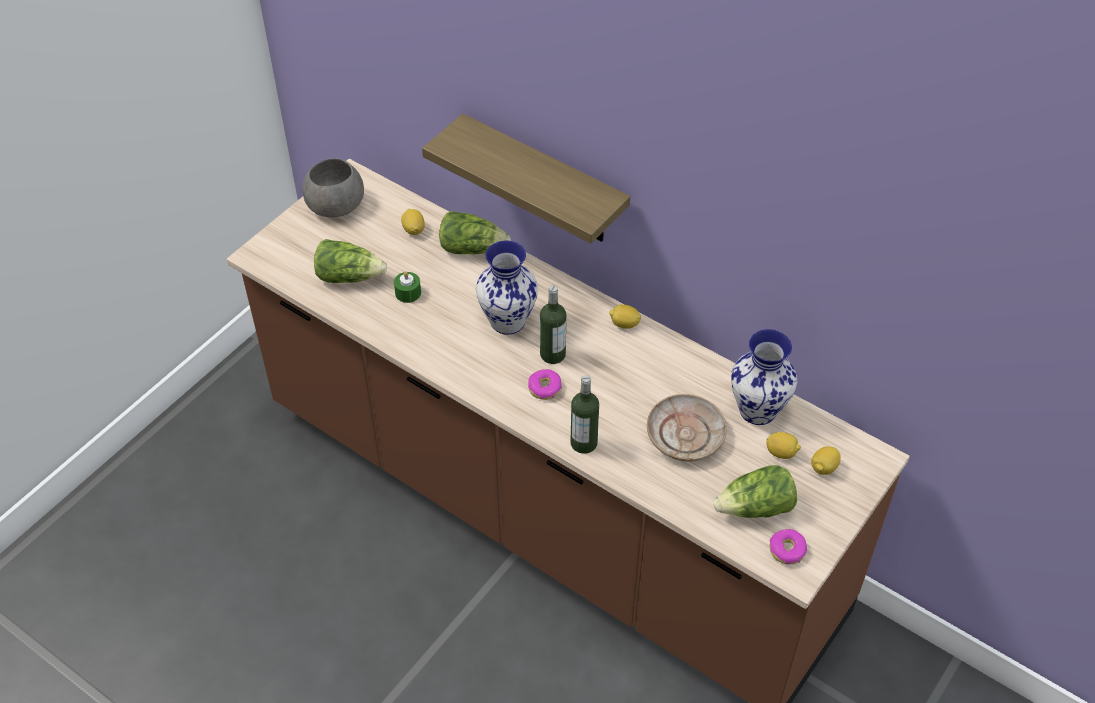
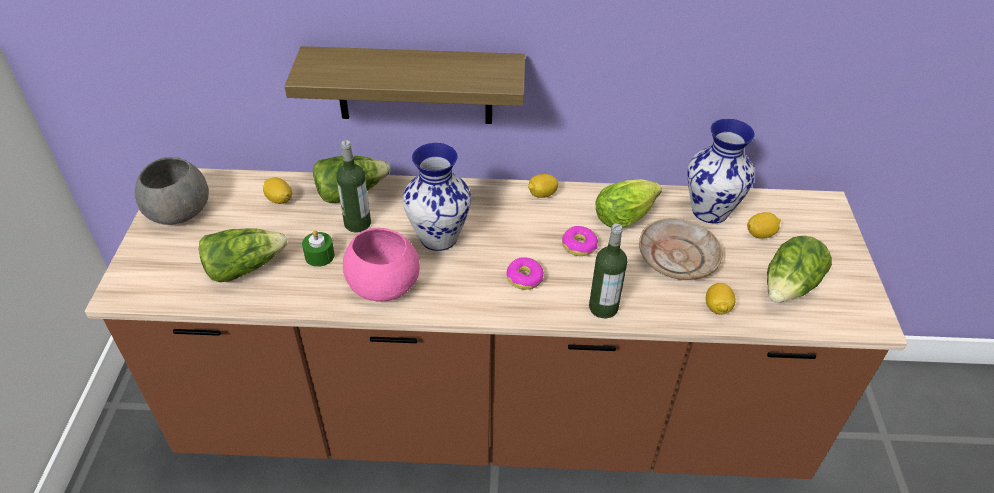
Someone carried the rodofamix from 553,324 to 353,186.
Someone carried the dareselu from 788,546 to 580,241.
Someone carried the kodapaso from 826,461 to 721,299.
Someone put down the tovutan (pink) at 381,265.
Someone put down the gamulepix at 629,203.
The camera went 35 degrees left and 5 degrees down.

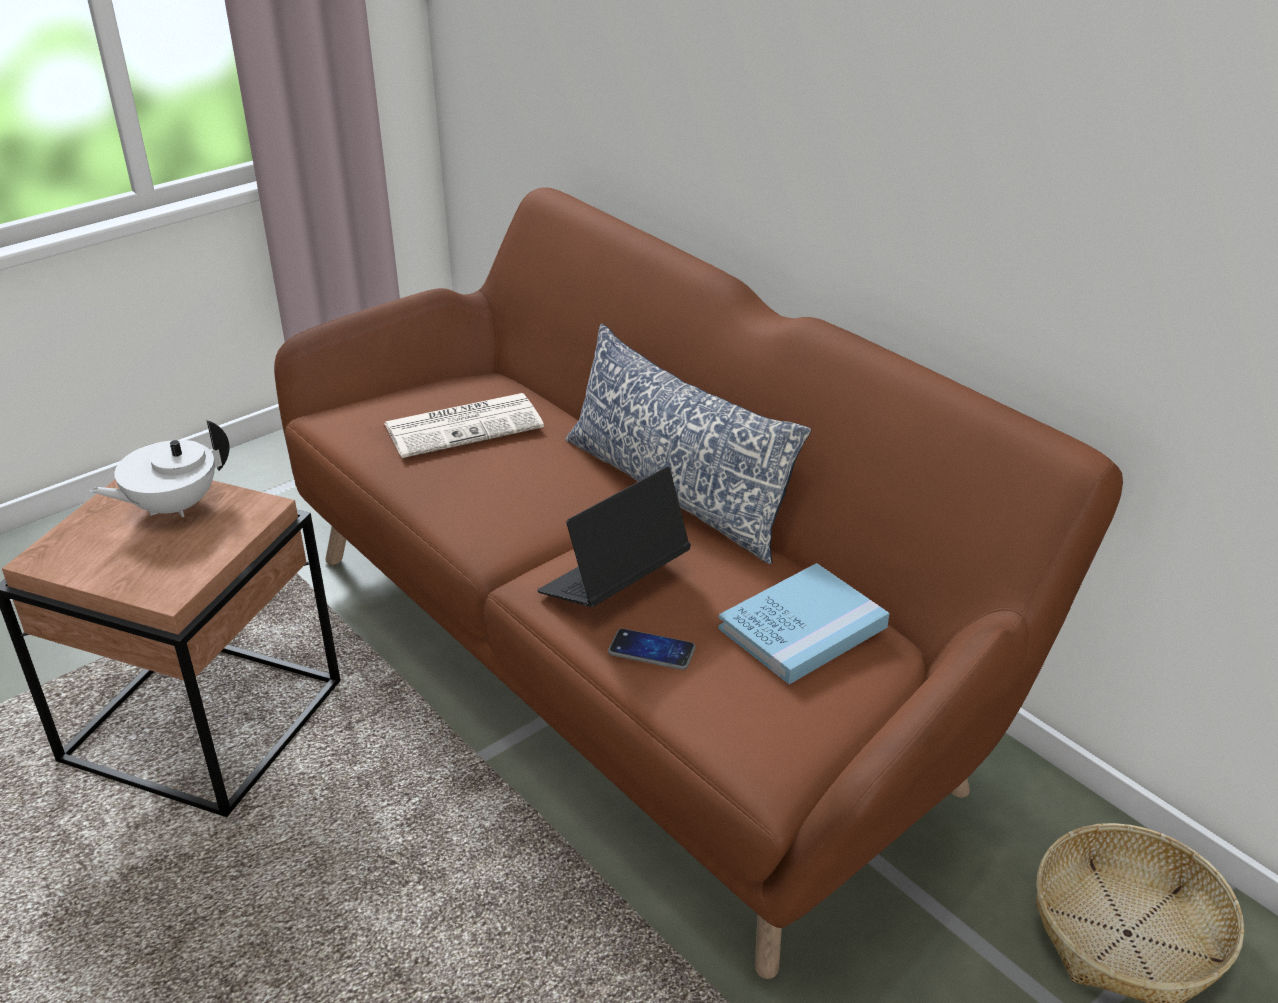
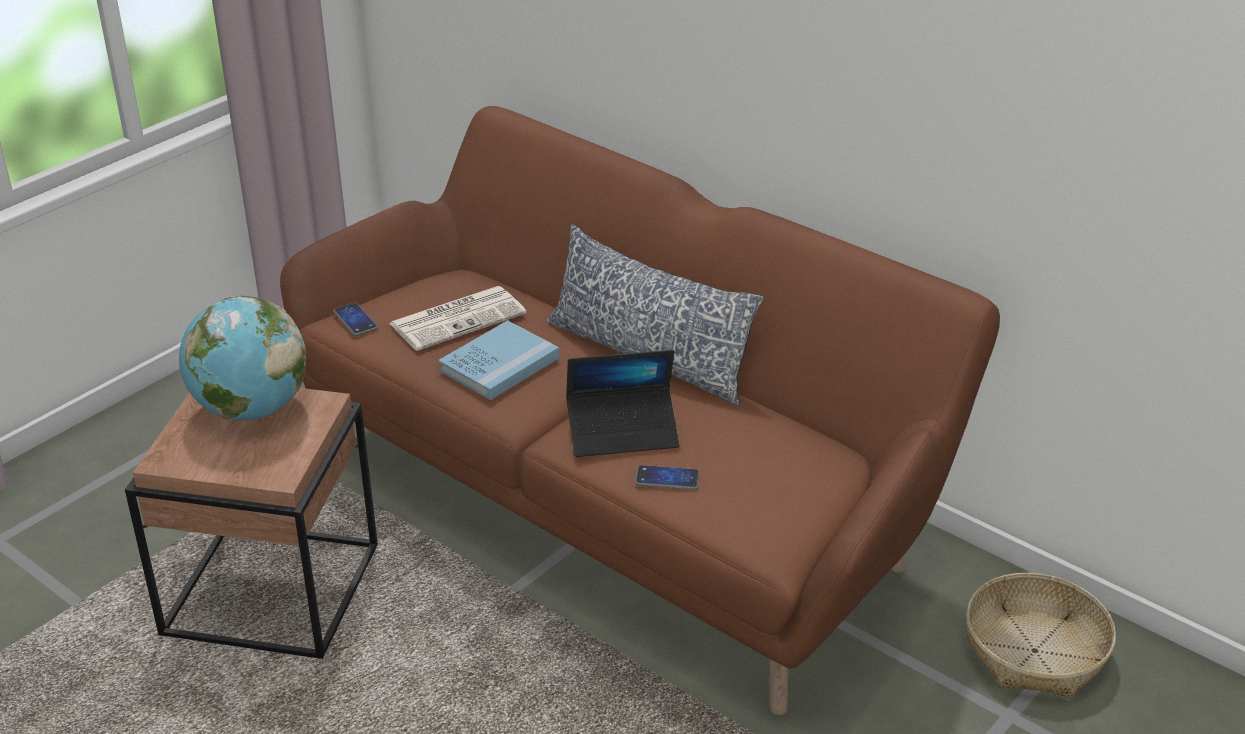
Someone swapped the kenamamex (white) at 159,468 for the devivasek at 242,358.
Someone rotated the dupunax at 614,537 by 135 degrees counterclockwise.
Someone carried the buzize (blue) from 804,624 to 498,360.
Someone put down the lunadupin at 355,319.
The camera went 10 degrees left and 0 degrees up.

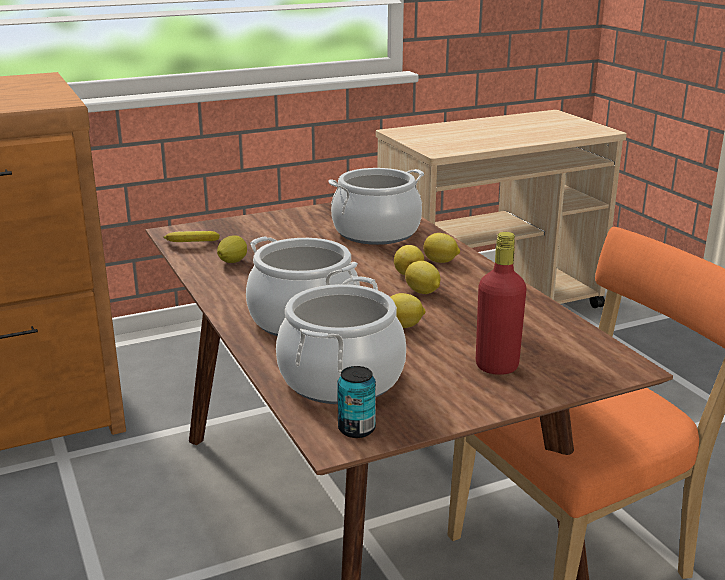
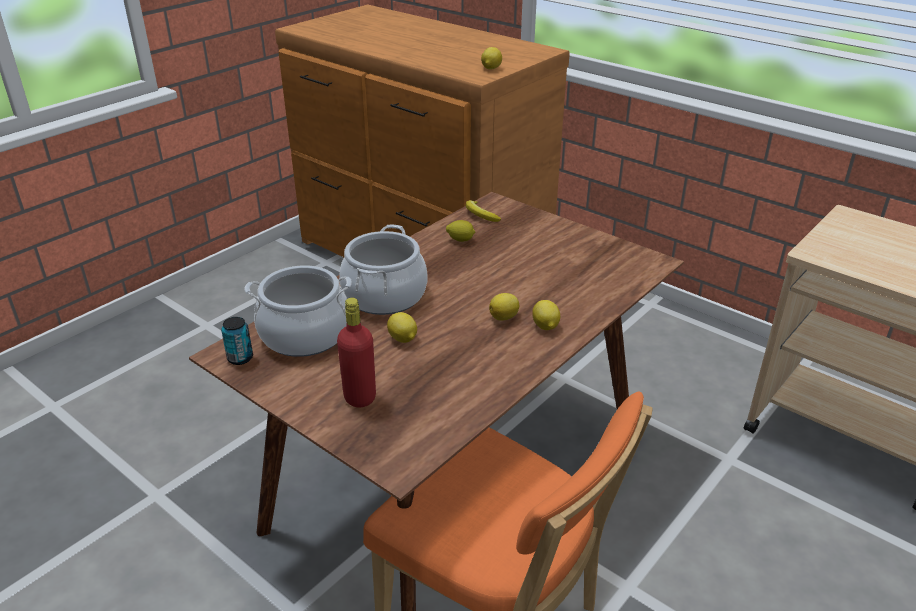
Someone took away the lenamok at 376,206.
Someone carried the kodapaso from 422,277 to 491,58.
The camera went 65 degrees right and 10 degrees up.

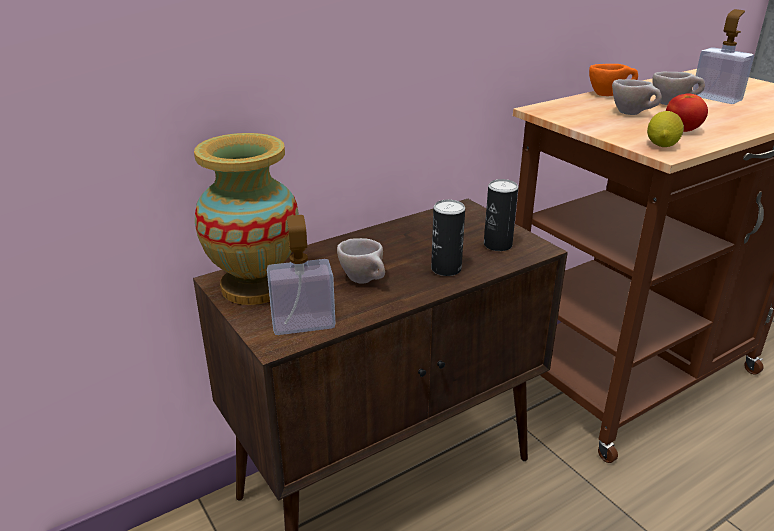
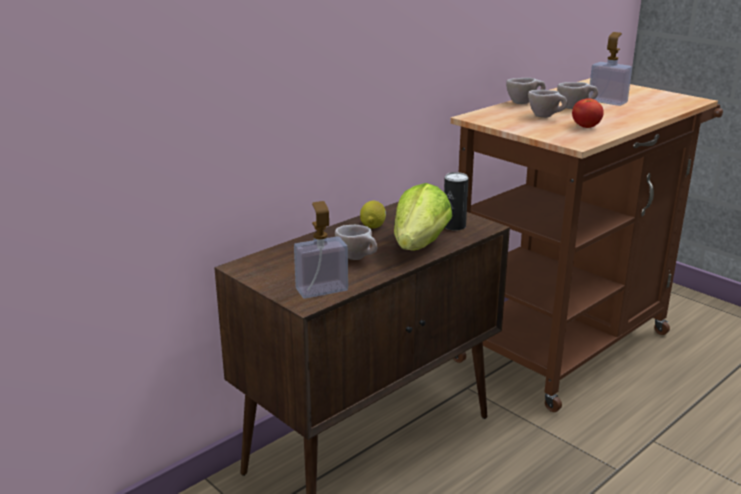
Someone took away the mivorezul at 246,219.
Someone swapped the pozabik at 448,237 for the gamulepix at 423,216.
Someone repainted the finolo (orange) at 613,80, which became the finolo (beige) at 526,91.
Someone carried the kodapaso from 665,129 to 373,215.
The camera went 10 degrees left and 5 degrees down.

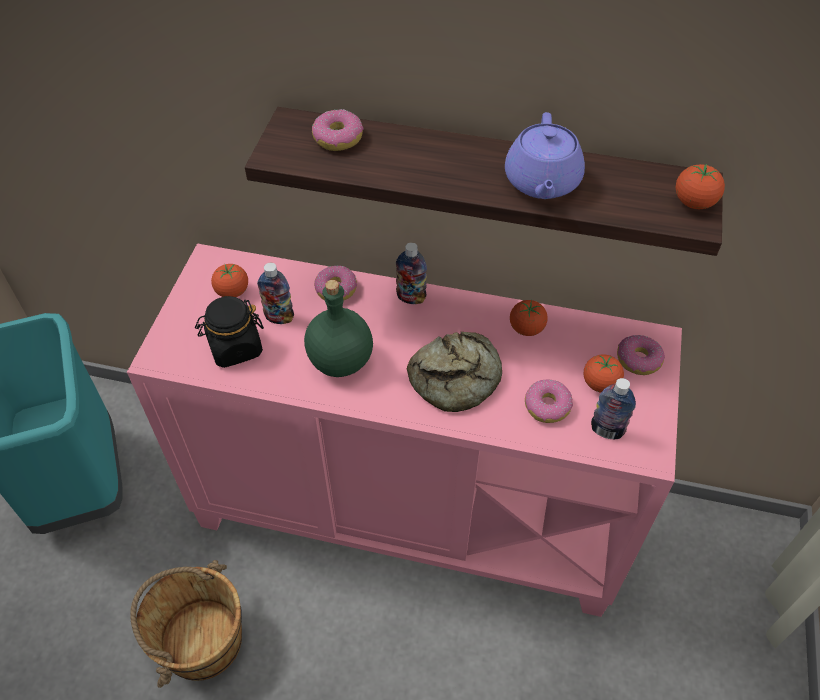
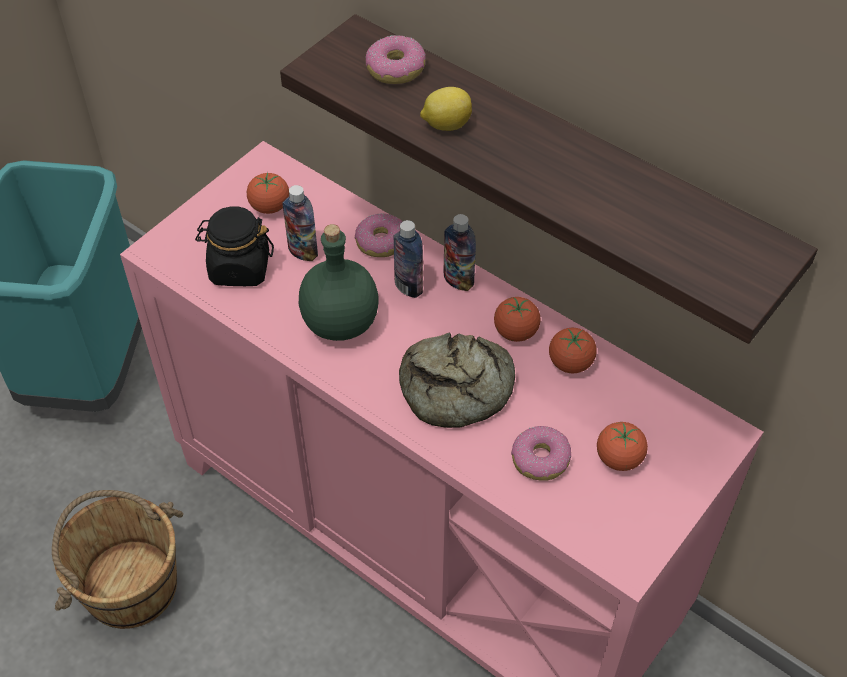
Someone took away the kenamamex (purple) at 545,155.
Someone carried the rodofamix from 613,408 to 408,259.
Someone took away the dareselu at 641,355.
Someone carried the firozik from 700,186 to 517,319.
Someone put down the kodapaso at 446,109.
The camera went 25 degrees right and 0 degrees up.

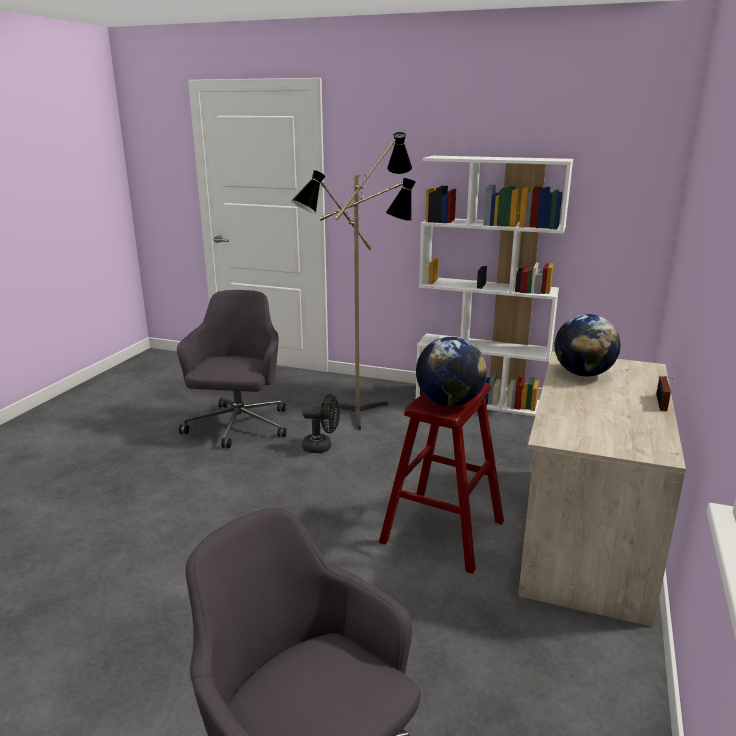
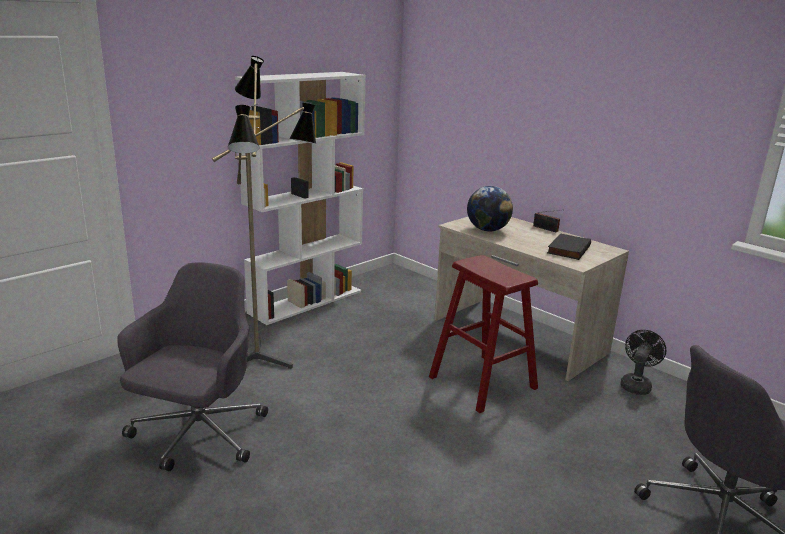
Someone rotated the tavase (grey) at 232,369 by 75 degrees clockwise.
Someone carried the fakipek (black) from 321,423 to 643,362.
Someone took away the devivasek at 451,372.
Someone put down the buzize (black) at 569,246.
The camera went 65 degrees left and 0 degrees up.

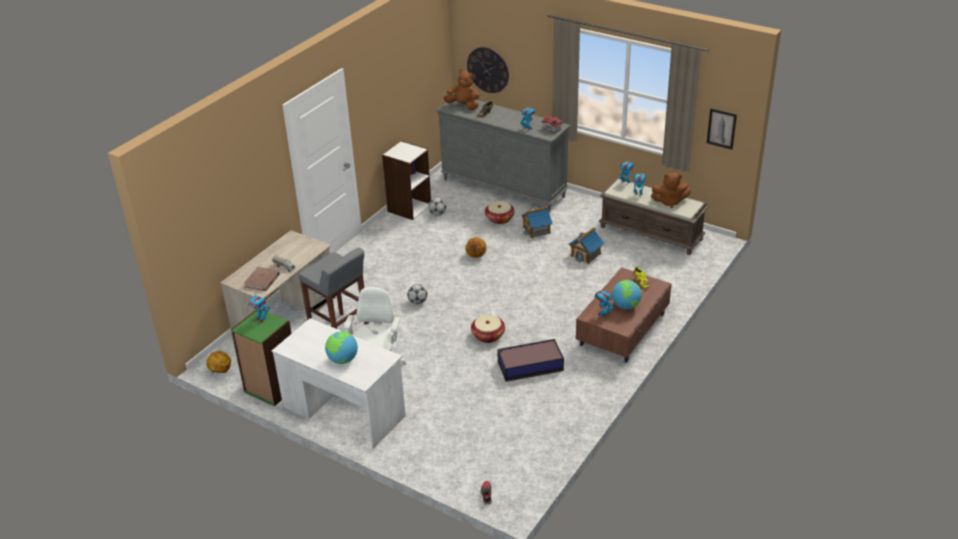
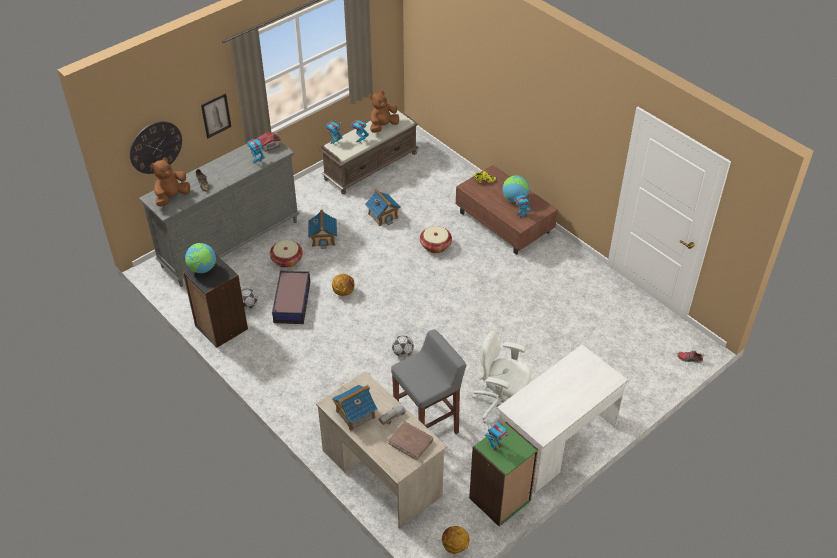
Someone carried the devivasek from 341,347 to 200,258.
Someone repainted the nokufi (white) at 406,180, which became the nokufi (black) at 215,301.
Someone carried the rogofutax from 488,329 to 436,239.
Someone carried the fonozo from 530,360 to 291,297.
Someone rotated the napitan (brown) at 671,190 by 150 degrees counterclockwise.
Someone carried the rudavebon from 722,129 to 216,115.
Someone put down the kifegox at 354,408.
The camera went 75 degrees left and 10 degrees up.

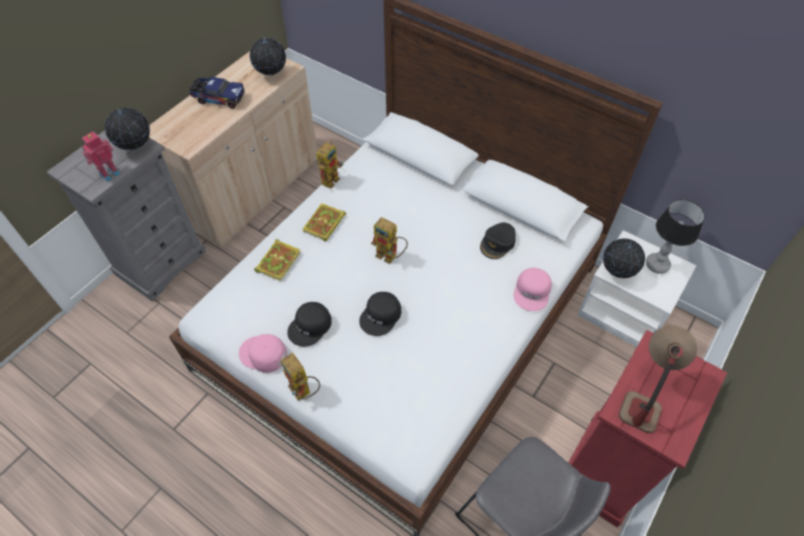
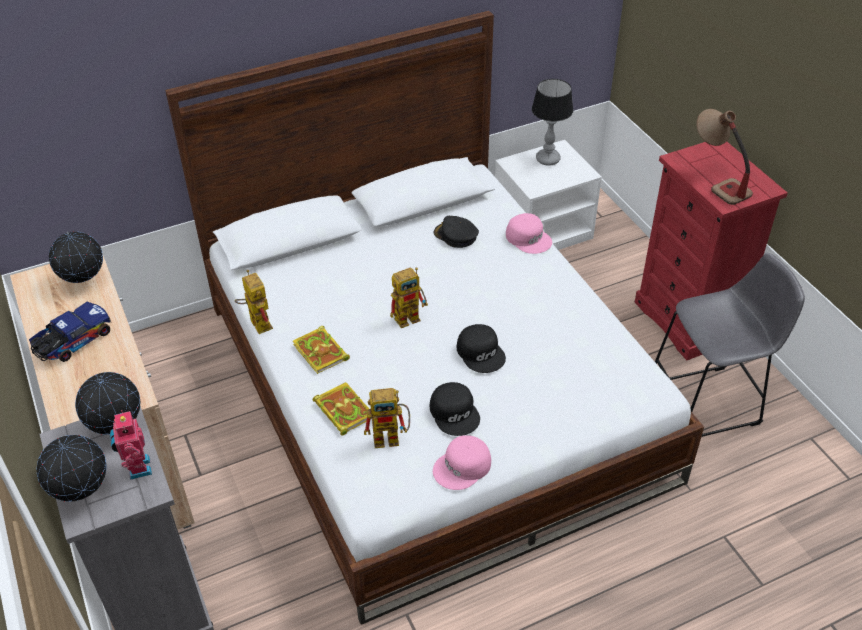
Someone carried the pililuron from 300,377 to 387,418.
Someone rotated the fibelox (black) at 498,240 by 150 degrees clockwise.
Someone carried the devivasek from 624,258 to 71,468.
The camera went 60 degrees left and 10 degrees down.

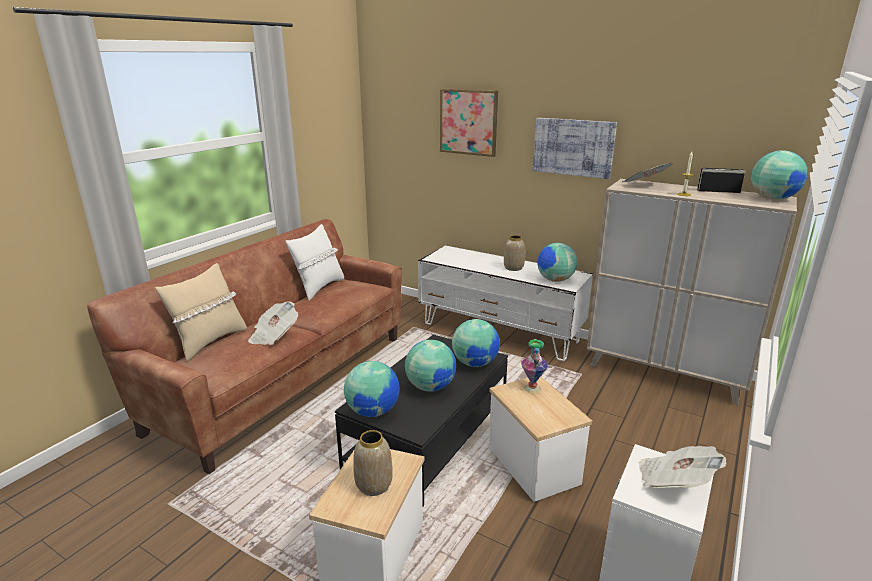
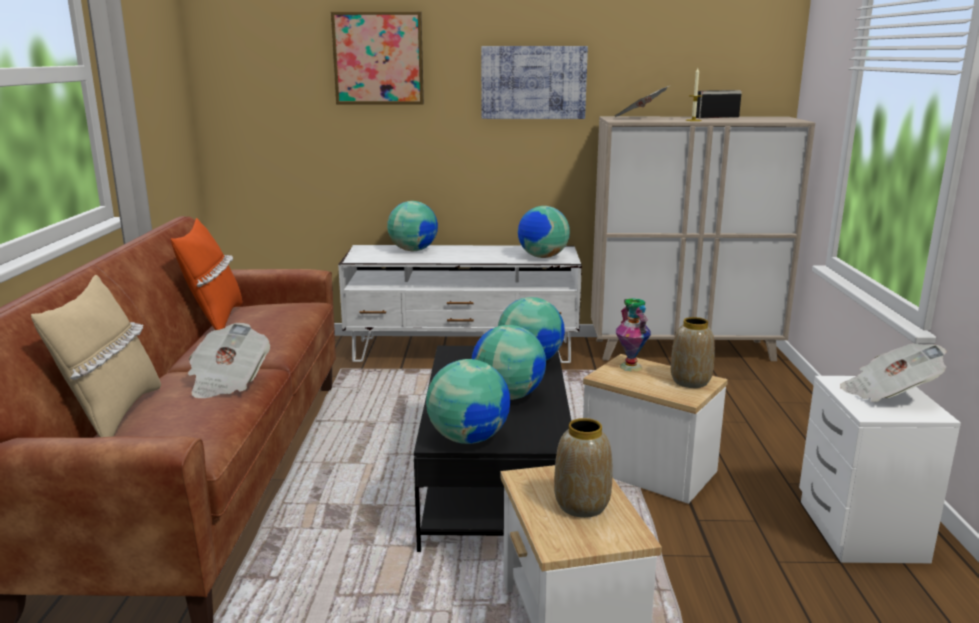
Someone repainted the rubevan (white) at 315,262, which became the rubevan (orange) at 207,274.
Someone carried the mivorezul from 514,253 to 693,352.
Someone carried the devivasek from 779,175 to 412,226.
The camera went 30 degrees left and 5 degrees down.

